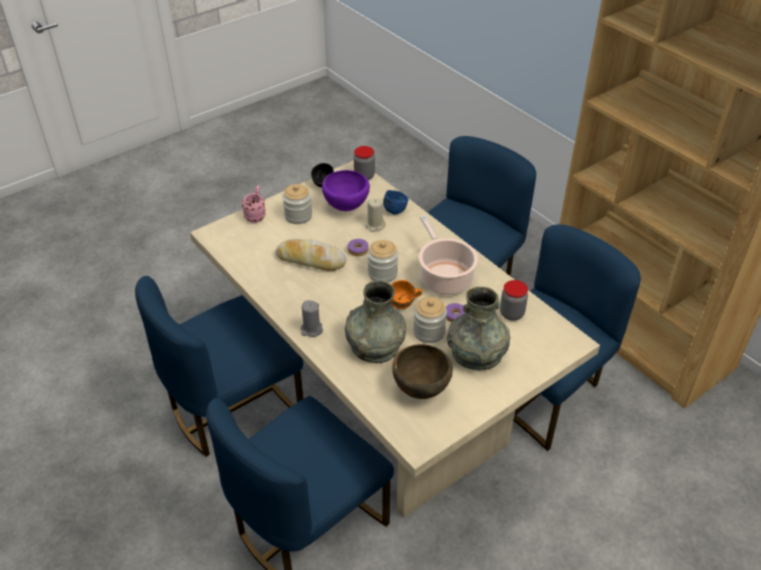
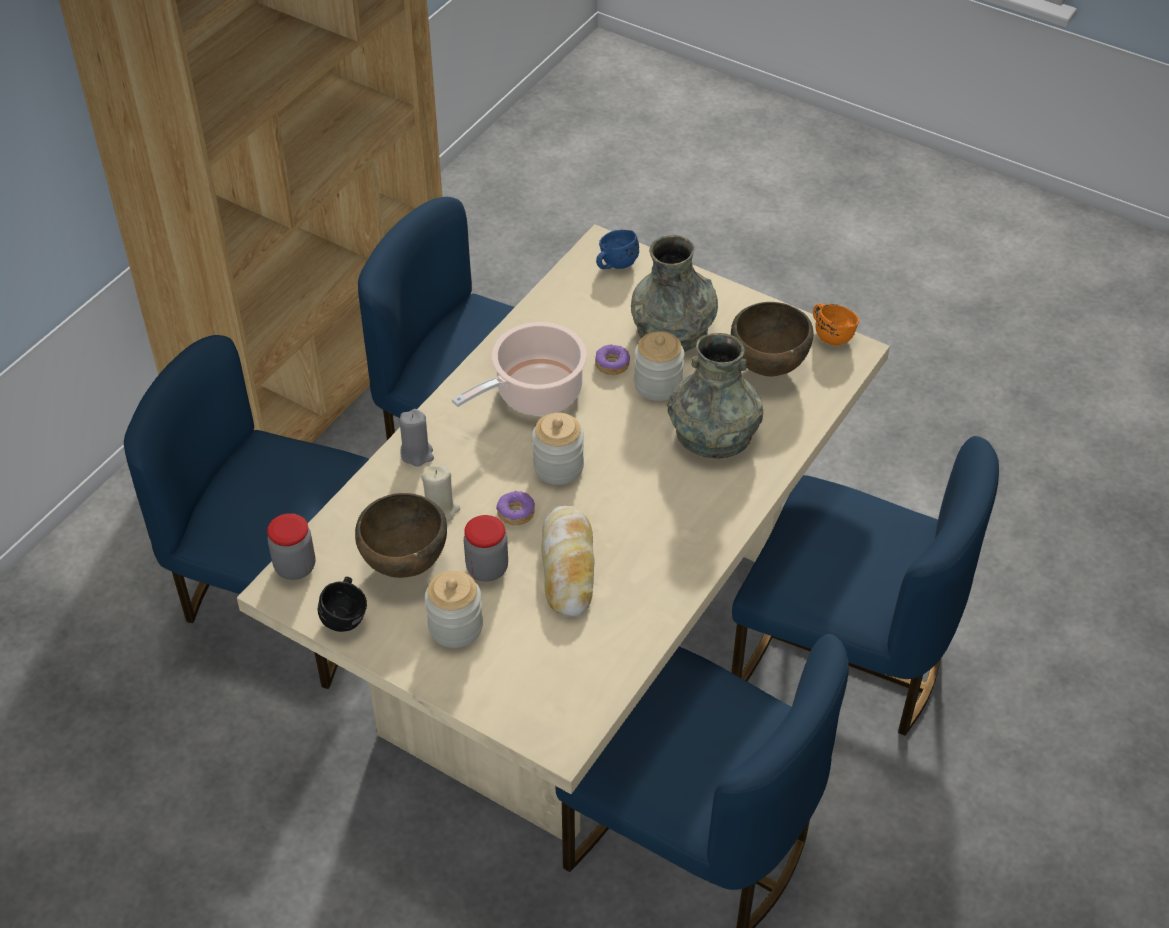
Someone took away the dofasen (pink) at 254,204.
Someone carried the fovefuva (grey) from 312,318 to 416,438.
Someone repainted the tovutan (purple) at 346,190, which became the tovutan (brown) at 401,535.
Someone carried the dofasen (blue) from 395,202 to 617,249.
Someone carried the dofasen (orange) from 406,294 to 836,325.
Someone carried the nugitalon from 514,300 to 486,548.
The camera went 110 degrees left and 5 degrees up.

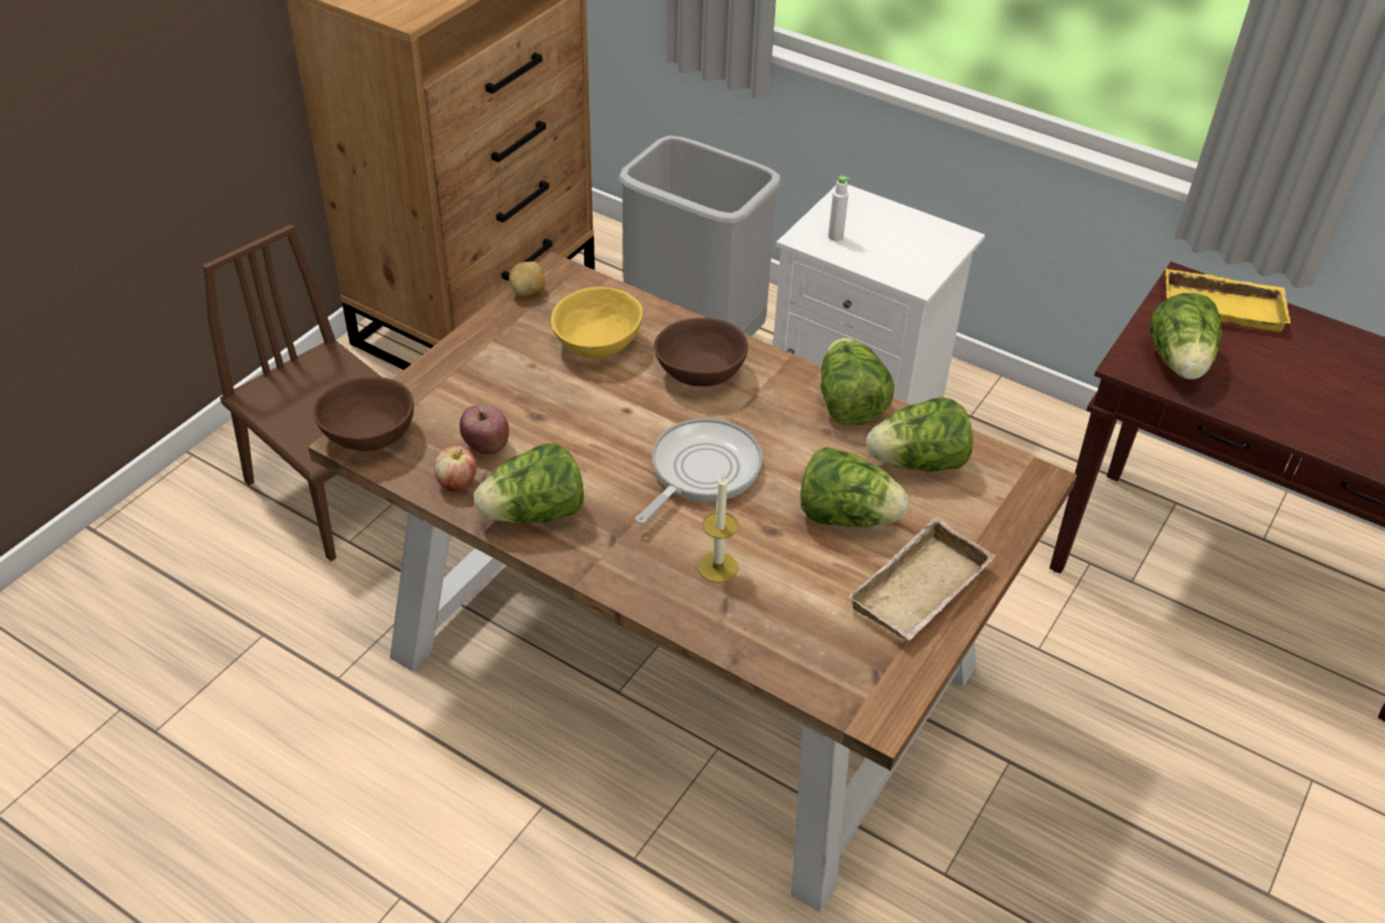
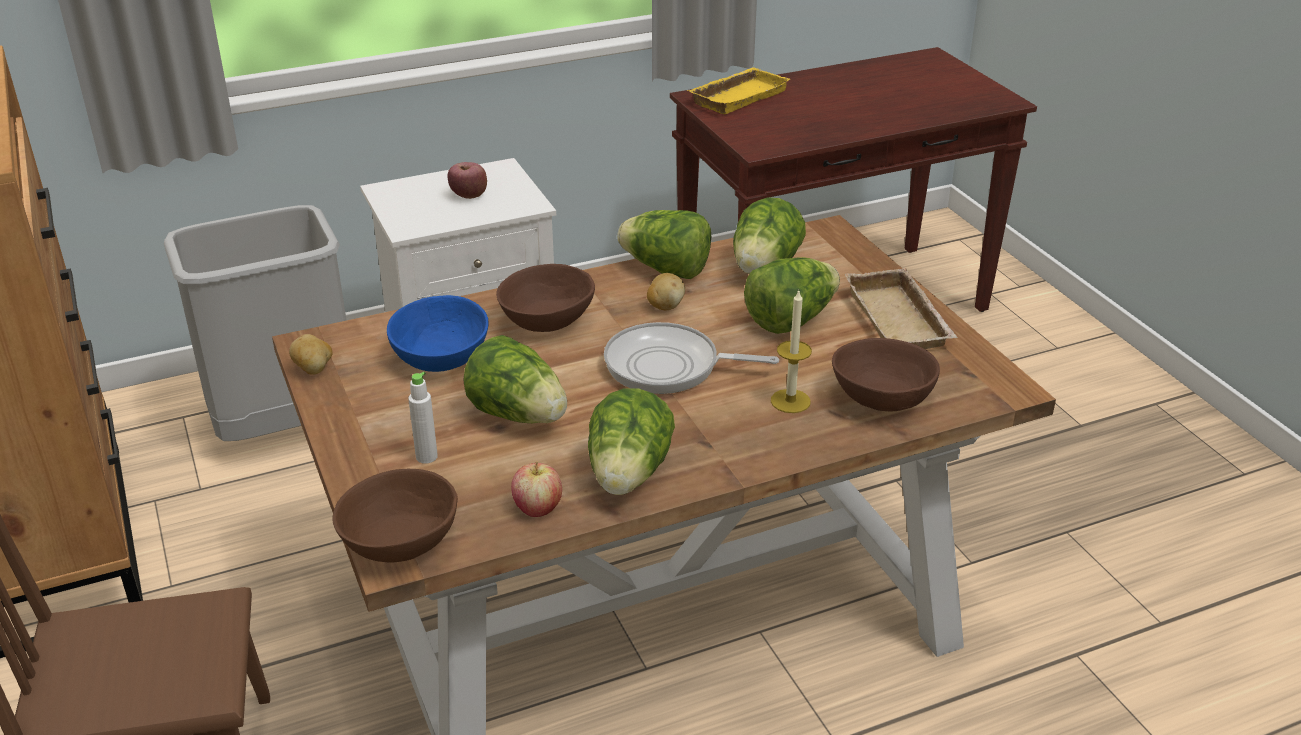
Someone carried the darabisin from 484,430 to 467,180.
Someone repainted the tovutan (yellow) at 597,322, which became the tovutan (blue) at 437,333.
Someone rotated the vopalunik at 698,471 by 60 degrees counterclockwise.
Someone carried the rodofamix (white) from 838,208 to 423,418.
Someone carried the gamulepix from 1186,336 to 515,379.
Someone put down the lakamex at 666,291.
Someone put down the tovutan (brown) at 886,374.
The camera went 55 degrees left and 10 degrees down.

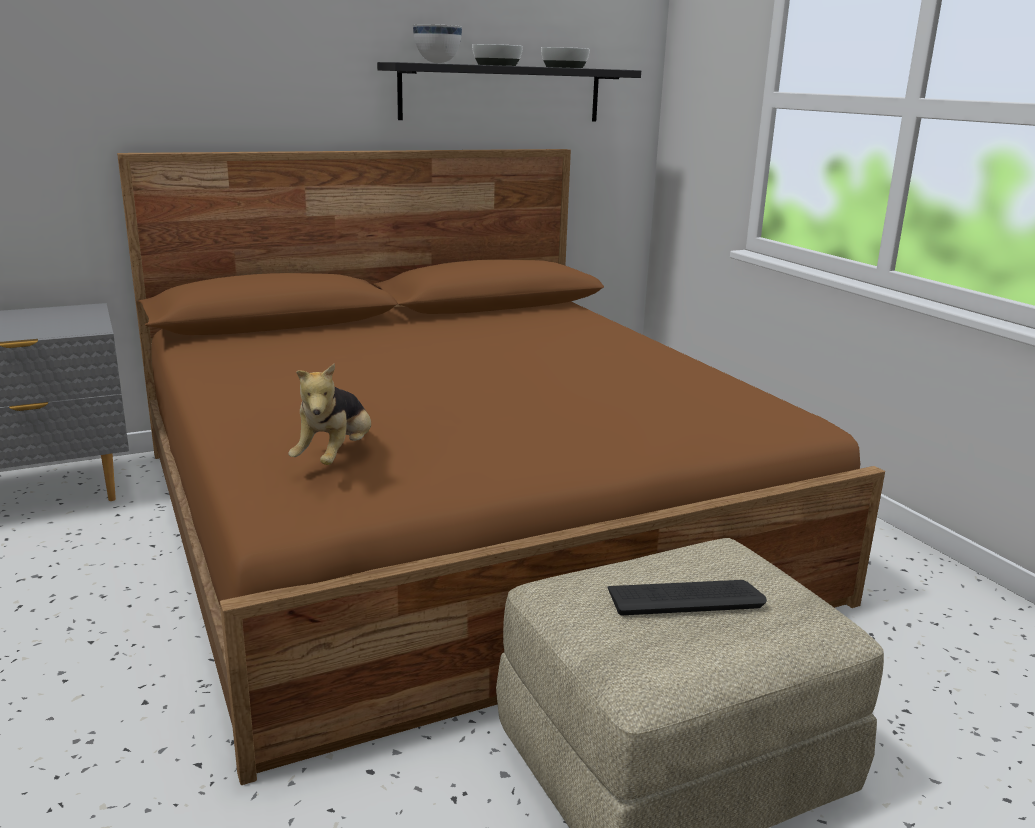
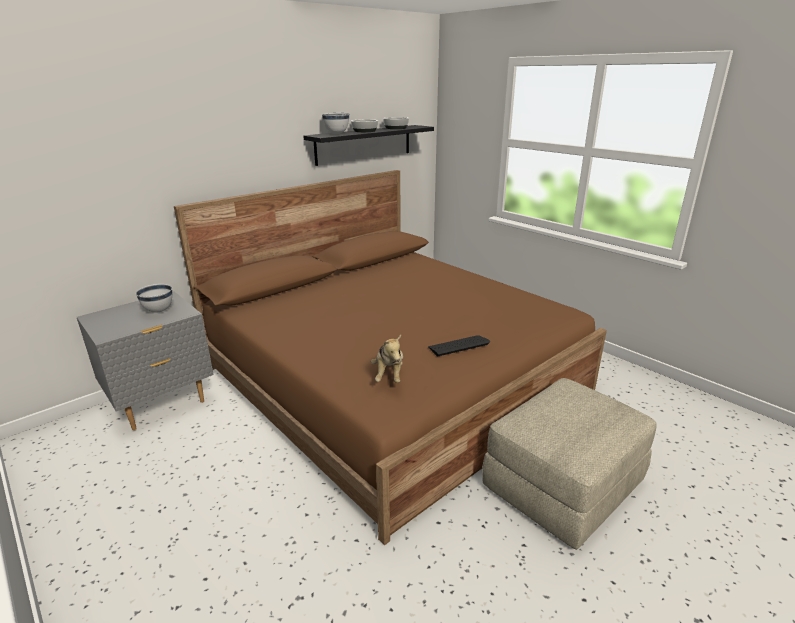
Someone carried the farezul from 687,597 to 459,345.
Someone put down the tovutan (white) at 154,298.
The camera went 15 degrees left and 5 degrees up.

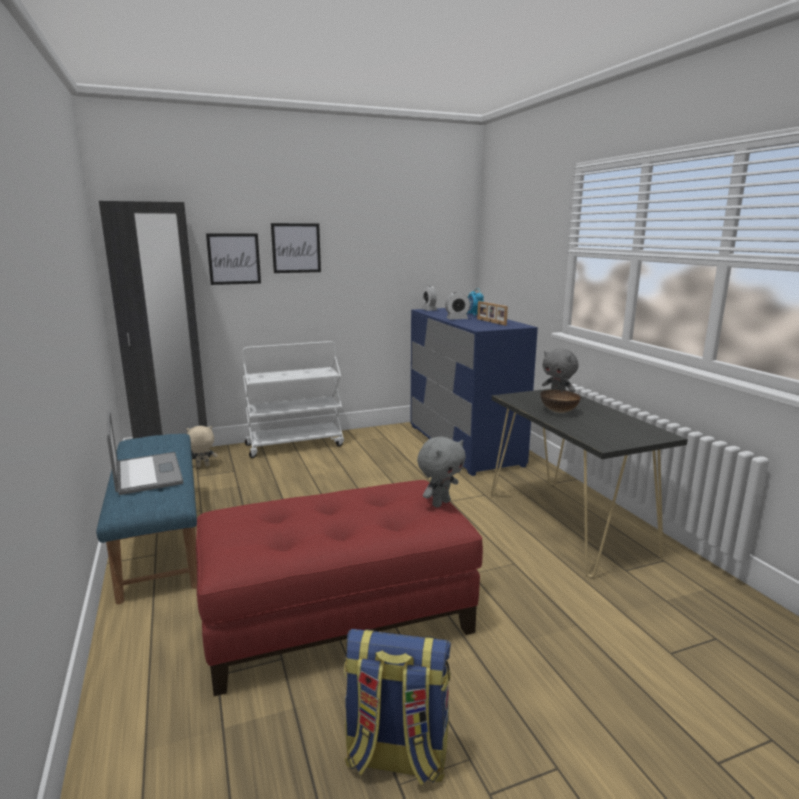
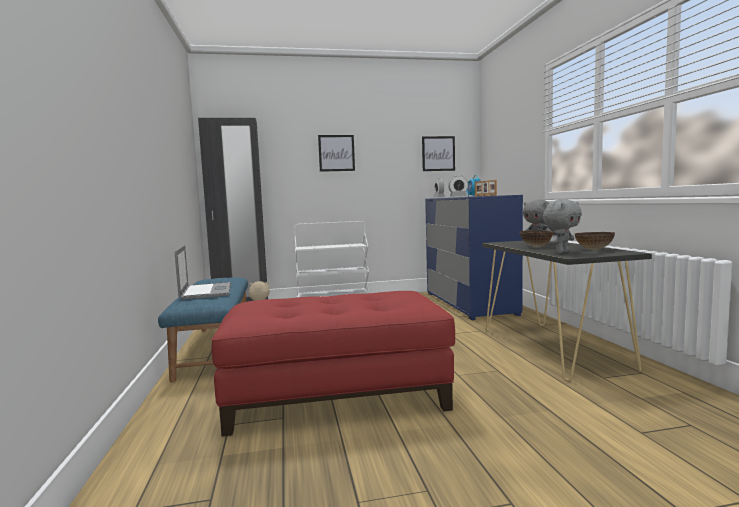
Someone carried the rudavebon from 233,259 to 438,153.
Someone took away the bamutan at 397,707.
Someone carried the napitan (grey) from 441,472 to 562,226.
Someone put down the tovutan at 595,241.
The camera went 10 degrees right and 10 degrees down.

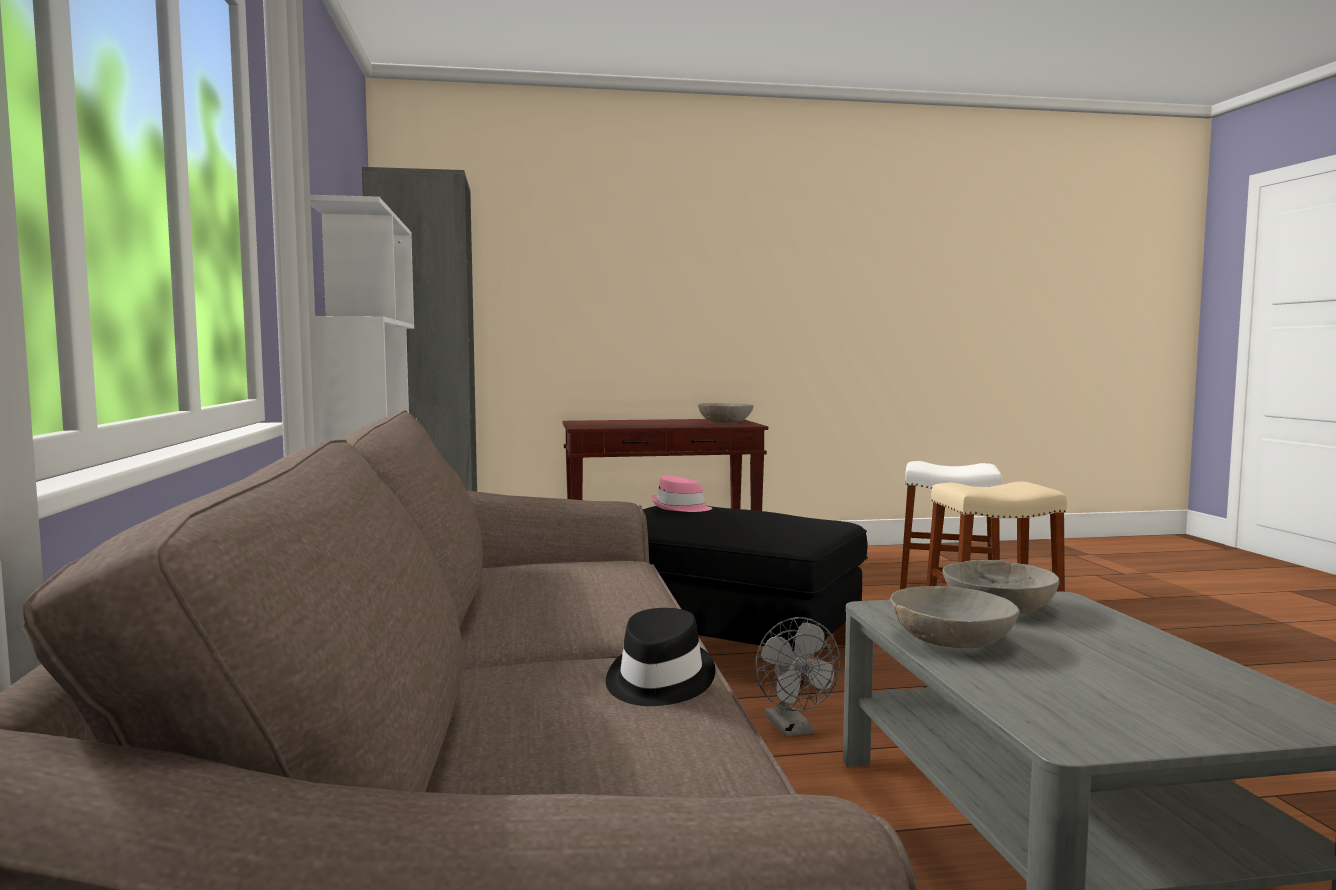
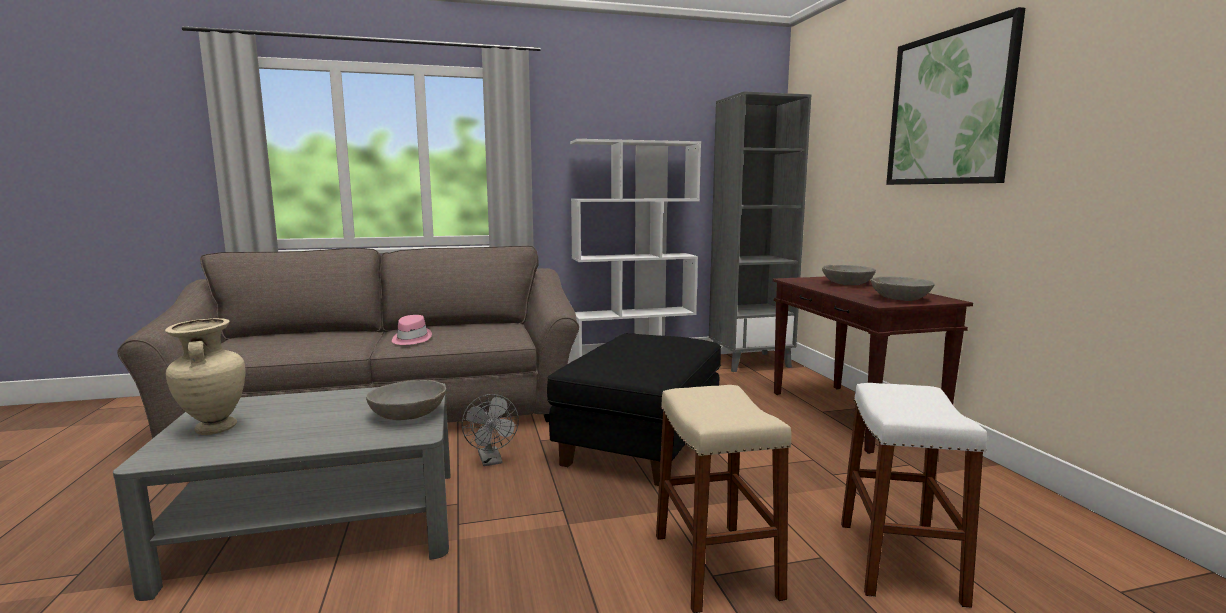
Someone took away the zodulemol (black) at 660,657.
Someone carried the zodulemol (pink) from 681,493 to 412,330.
Someone rotated the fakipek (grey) at 797,677 by 90 degrees counterclockwise.
Someone carried the tovutan (grey) from 954,617 to 849,275.
Someone put down the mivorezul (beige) at 205,376.
Someone put up the rudavebon at 955,96.
The camera went 85 degrees right and 5 degrees up.

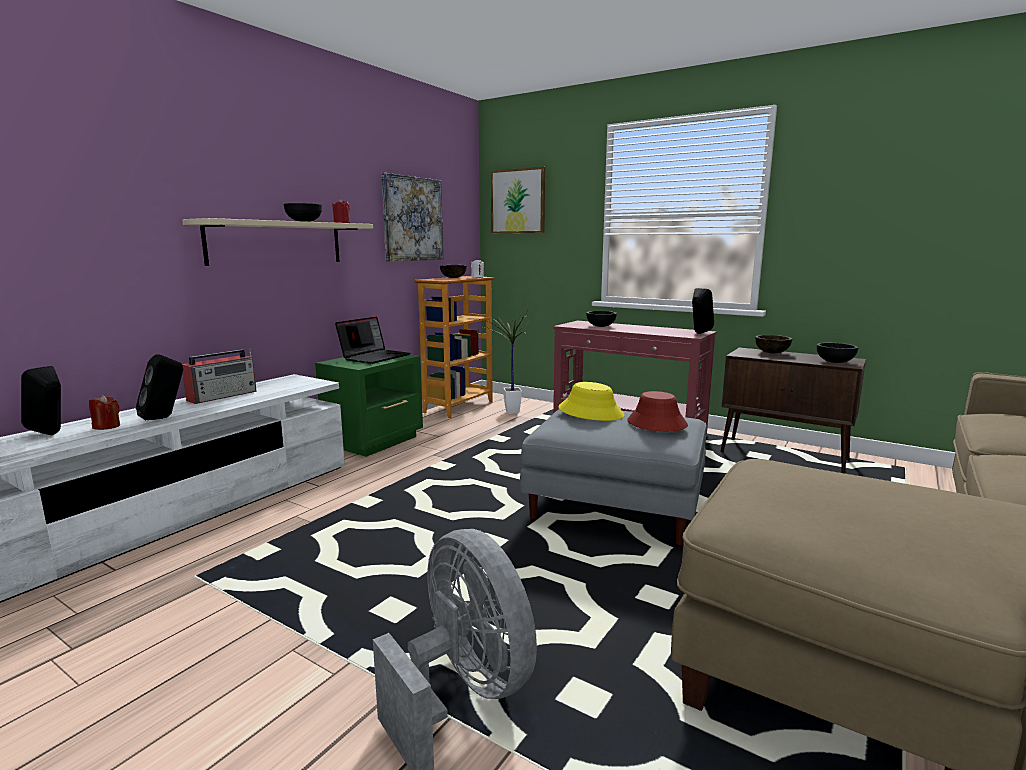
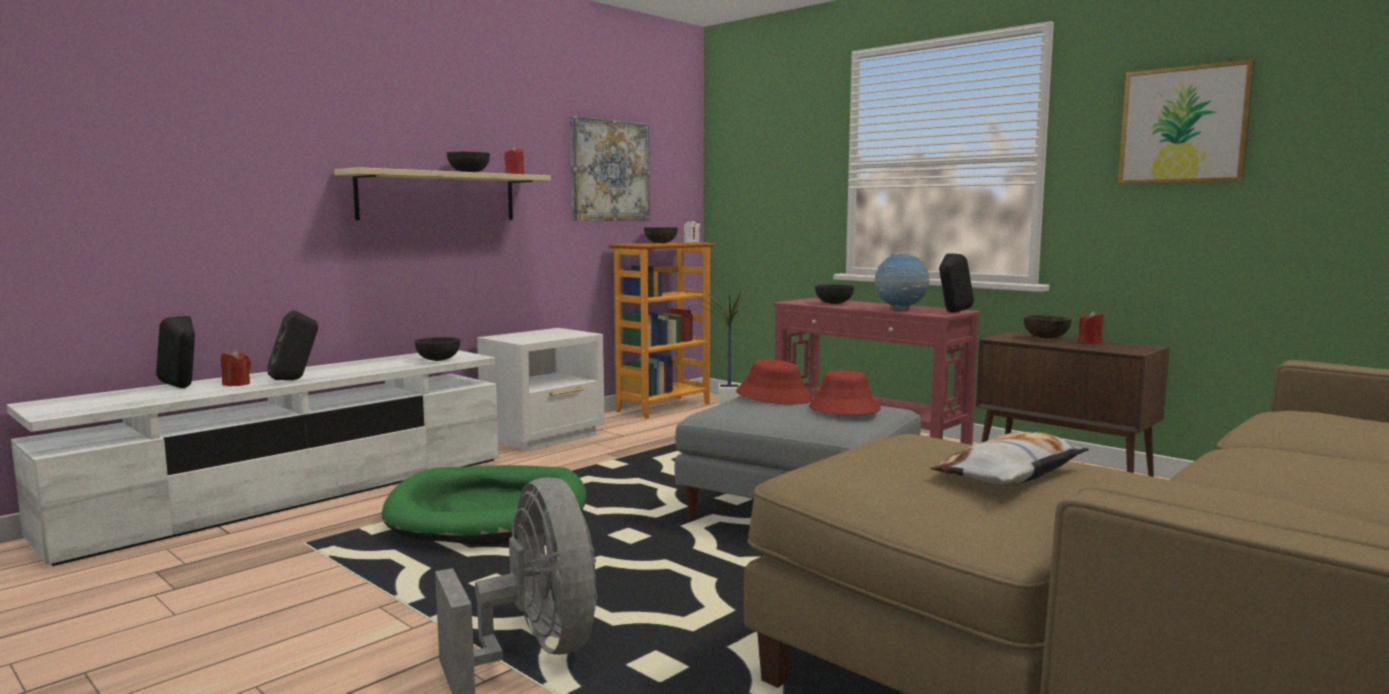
Someone took away the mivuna at 219,376.
Someone repainted the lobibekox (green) at 369,405, which became the lobibekox (white) at 541,390.
Someone took away the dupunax at 372,340.
Someone carried the rudavebon from 518,200 to 1186,121.
Someone repainted the zodulemol (yellow) at 591,401, which became the zodulemol (red) at 774,381.
Someone carried the tovutan (black) from 838,353 to 437,349.
Someone put down the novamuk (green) at 484,505.
Someone put down the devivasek at 902,281.
Someone put down the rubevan at 1009,459.
Someone put down the fovefuva (red) at 1091,327.
The camera went 10 degrees right and 5 degrees down.

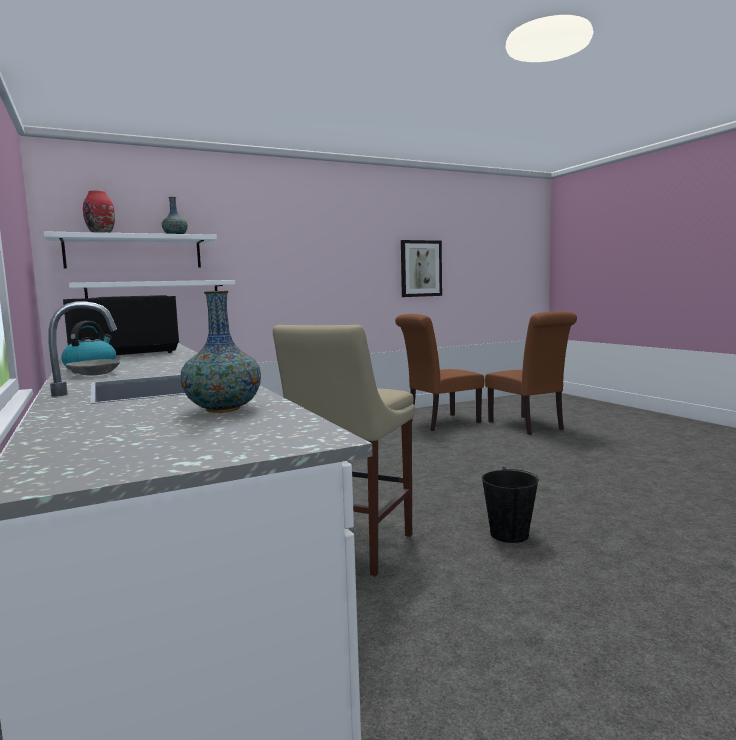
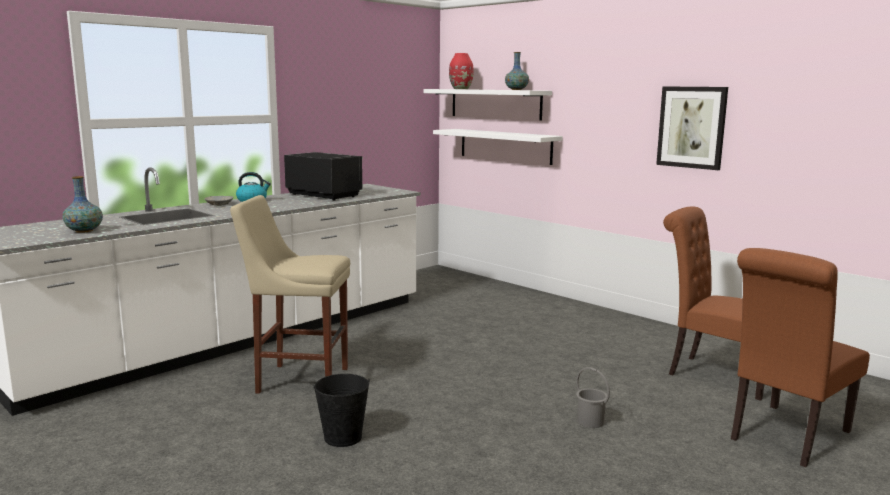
Someone carried the rudavebon from 421,268 to 692,128.
Someone put down the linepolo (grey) at 593,397.
The camera went 70 degrees right and 5 degrees up.

